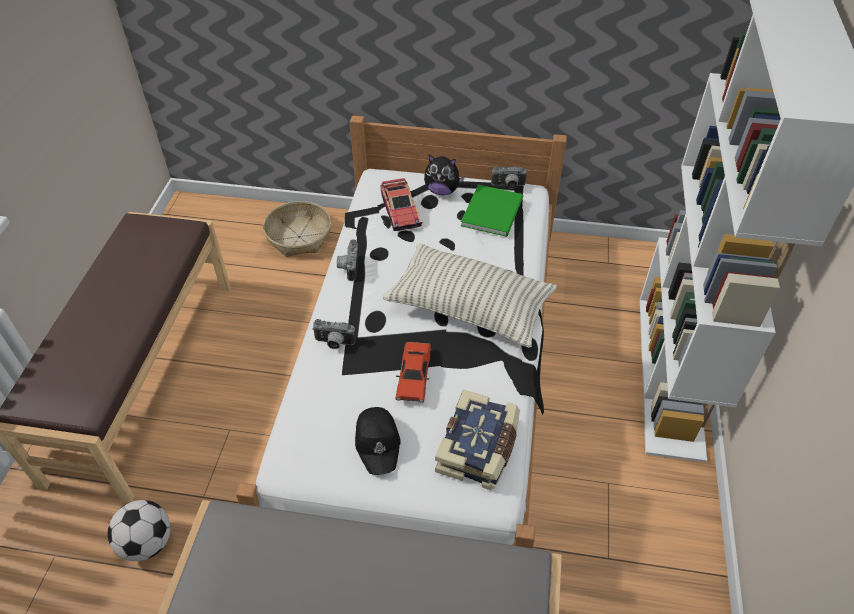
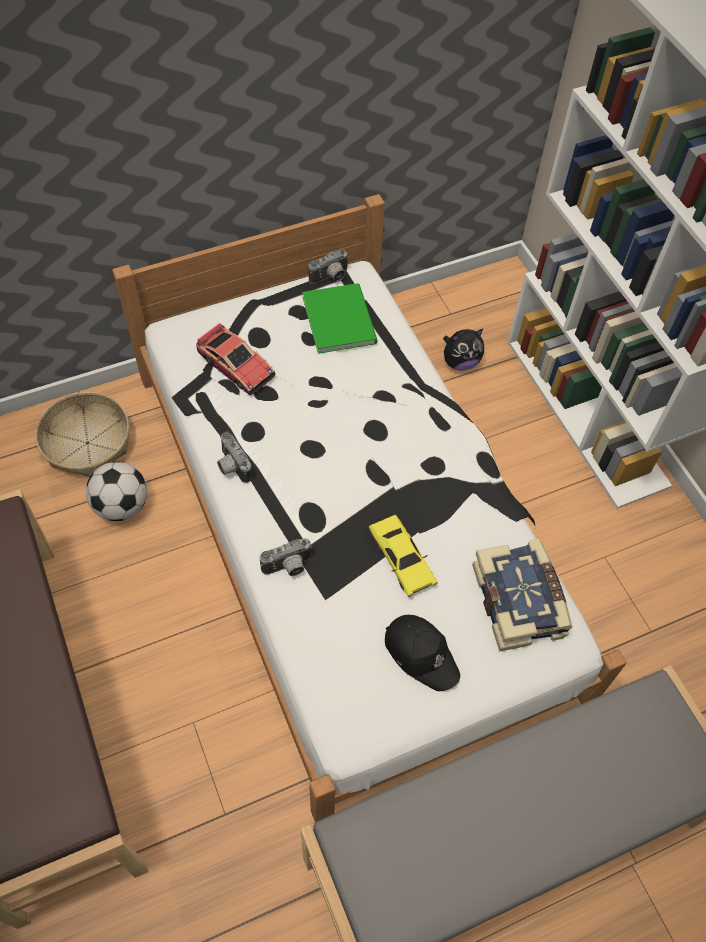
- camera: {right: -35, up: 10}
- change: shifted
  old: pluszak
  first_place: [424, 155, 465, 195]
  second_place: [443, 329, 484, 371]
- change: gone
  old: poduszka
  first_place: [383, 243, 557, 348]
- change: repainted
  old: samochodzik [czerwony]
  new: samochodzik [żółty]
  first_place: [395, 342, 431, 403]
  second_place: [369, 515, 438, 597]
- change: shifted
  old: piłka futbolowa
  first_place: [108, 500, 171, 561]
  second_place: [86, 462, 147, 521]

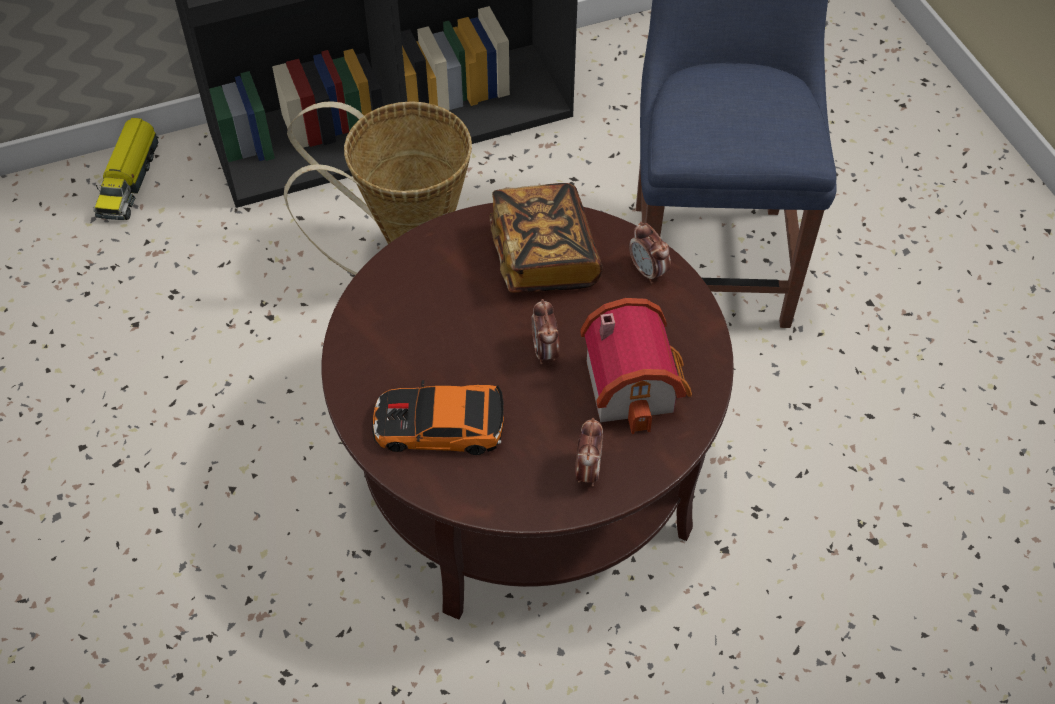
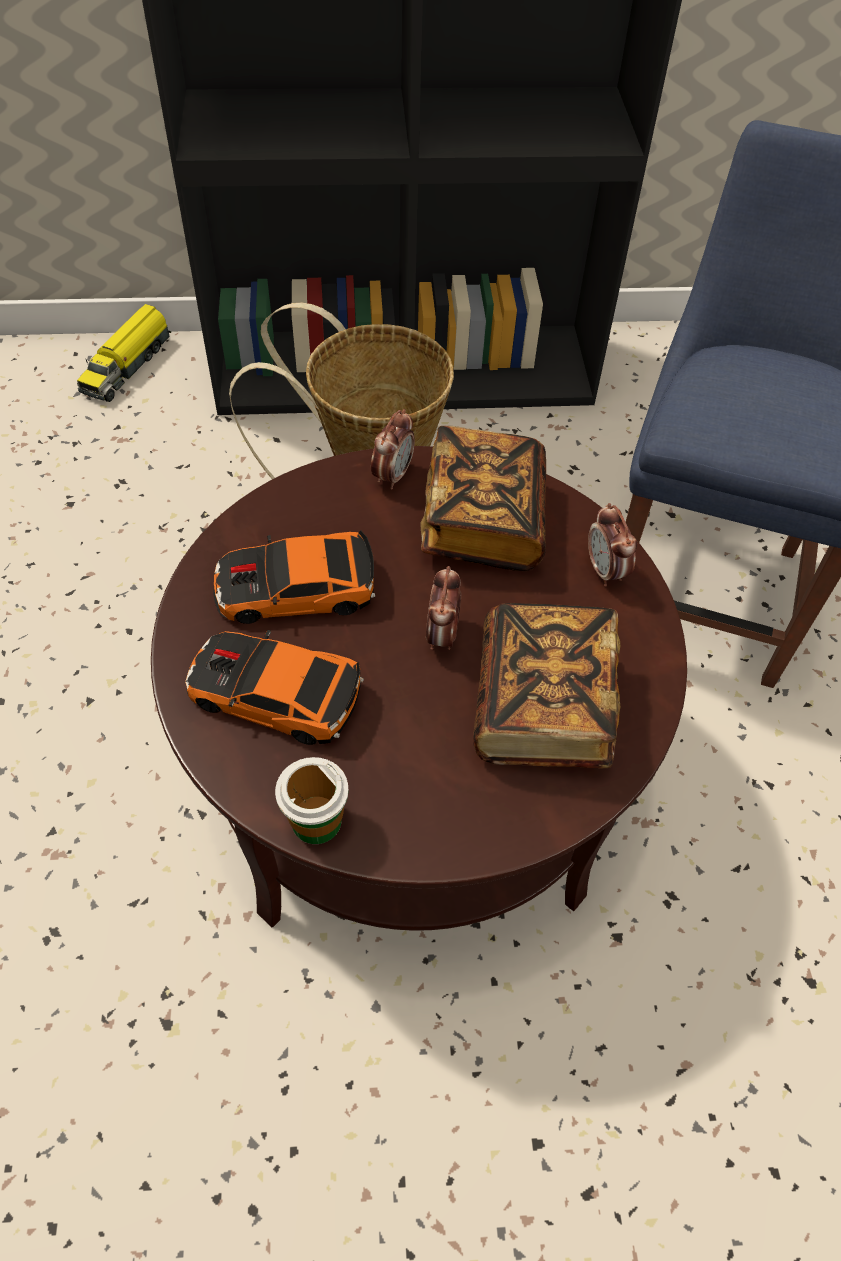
- camera: {right: 15, up: 0}
- change: swapped
  old: domek
  new: książka
  first_place: [580, 298, 692, 434]
  second_place: [473, 603, 620, 768]
- change: shifted
  old: budzik
  first_place: [575, 418, 603, 486]
  second_place: [371, 409, 415, 490]
- change: new
  new: samochodzik
  second_place: [213, 530, 375, 624]
- change: new
  new: filiżanka
  second_place: [275, 757, 349, 844]

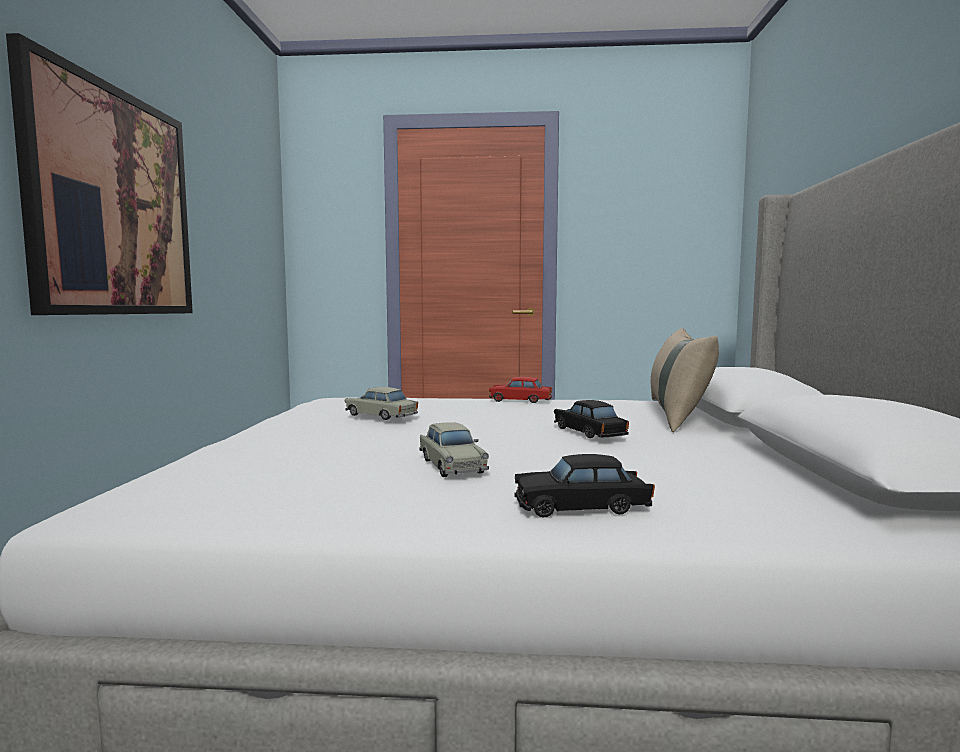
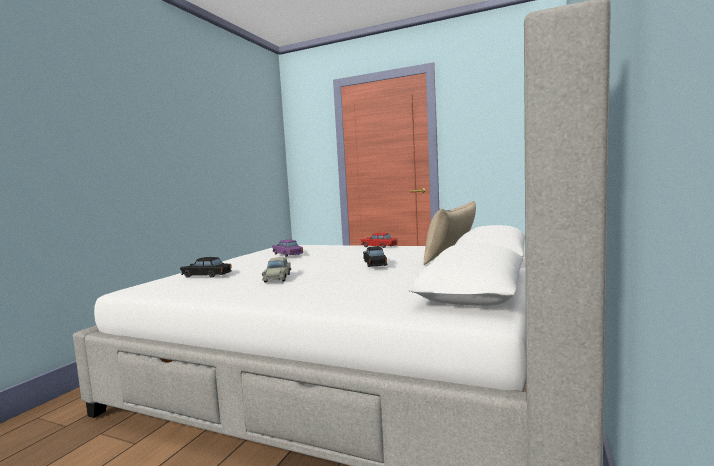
- camera: {right: 20, up: 0}
- change: gone
  old: obraz
  first_place: [6, 33, 193, 315]
- change: repainted
  old: samochodzik [beżowy]
  new: samochodzik [fioletowy]
  first_place: [345, 387, 418, 420]
  second_place: [272, 239, 303, 257]
- change: shifted
  old: samochodzik [czarny]
  first_place: [515, 454, 655, 517]
  second_place: [180, 257, 231, 278]

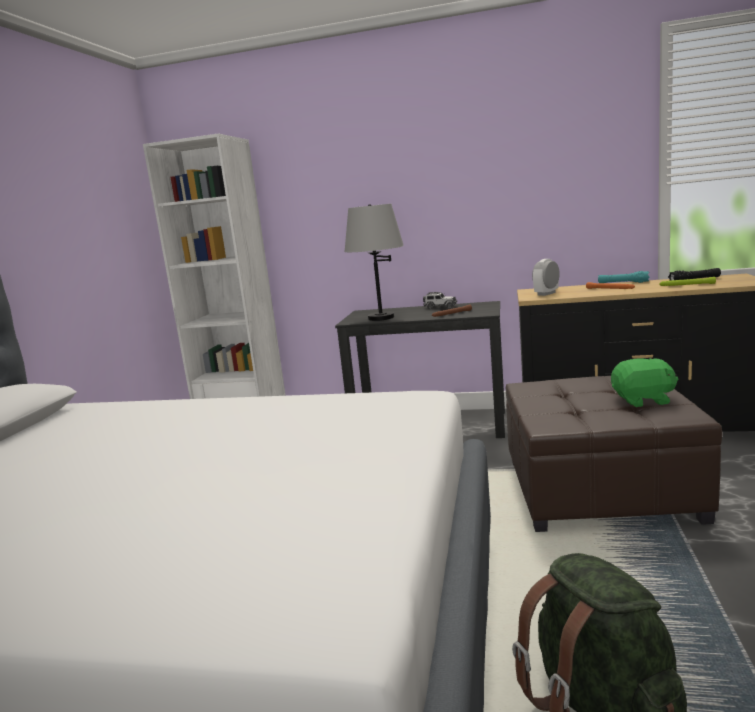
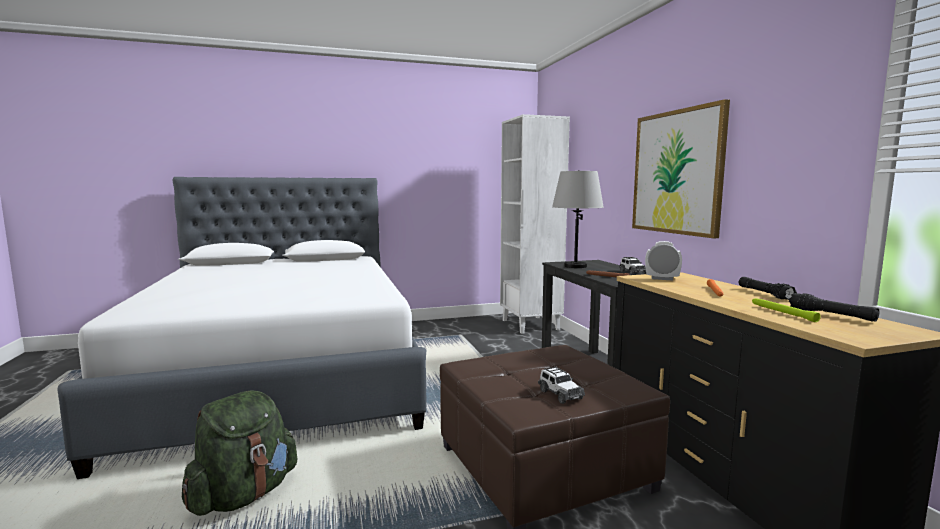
- camera: {right: 60, up: -5}
- change: repainted
  old: latarka [turkusowy]
  new: latarka [czarny]
  first_place: [598, 271, 649, 283]
  second_place: [739, 277, 797, 300]
- change: swapped
  old: pluszak [zielony]
  new: samochodzik
  first_place: [611, 358, 678, 407]
  second_place: [538, 366, 585, 404]
- change: new
  new: obraz
  second_place: [632, 99, 730, 238]

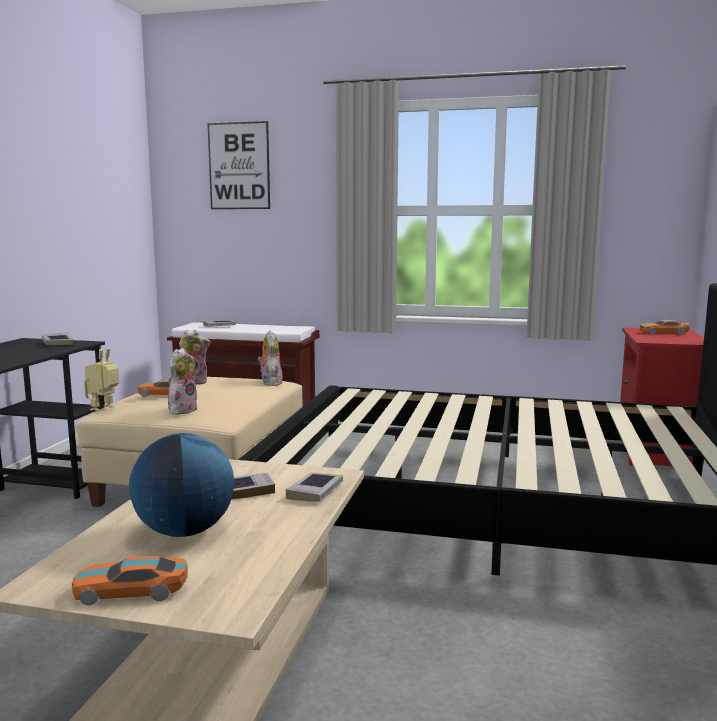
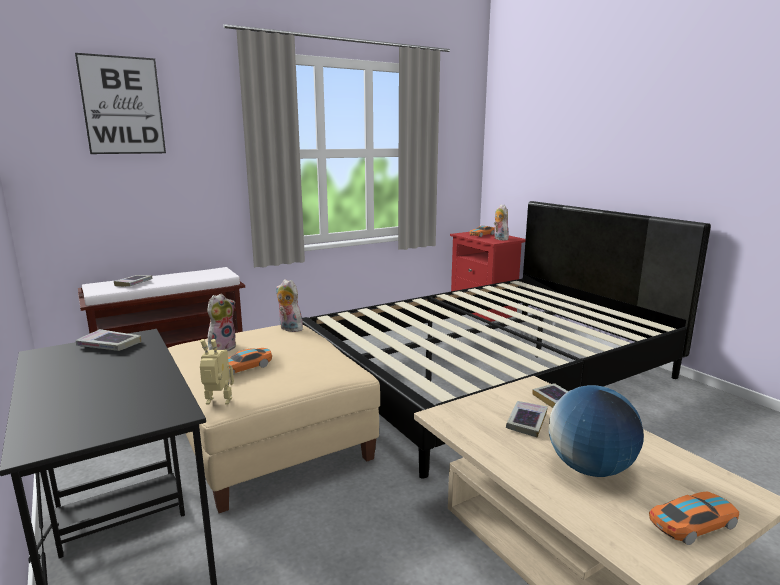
- camera: {right: -45, up: 5}
- change: rotated
  old: robot zabawkowy
  first_place: [84, 348, 119, 411]
  second_place: [200, 339, 234, 404]
  degrees: 105
- change: shifted
  old: pluszak
  first_place: [168, 348, 198, 415]
  second_place: [494, 204, 510, 240]
- change: rotated
  old: samochodzik
  first_place: [72, 556, 188, 606]
  second_place: [649, 492, 739, 545]
  degrees: -150

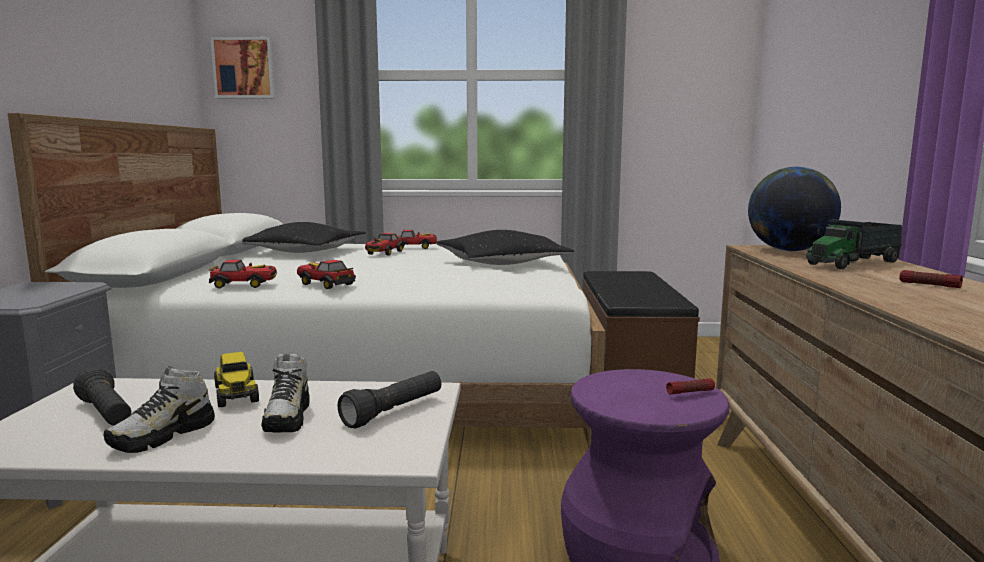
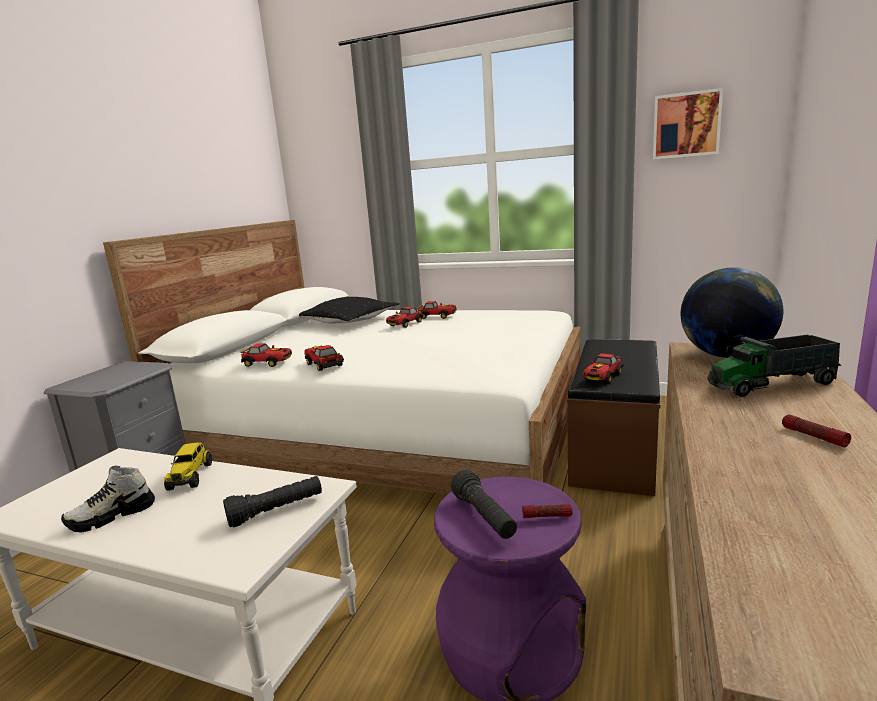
- camera: {right: 20, up: 5}
- change: shifted
  old: obraz
  first_place: [210, 37, 276, 98]
  second_place: [653, 88, 723, 160]
- change: gone
  old: poduszka [czarny]
  first_place: [437, 230, 574, 265]
- change: gone
  old: but
  first_place: [261, 354, 310, 433]
- change: shifted
  old: latarka [czarny]
  first_place: [73, 367, 131, 425]
  second_place: [451, 470, 517, 539]
- change: new
  new: samochodzik
  second_place: [583, 353, 624, 383]

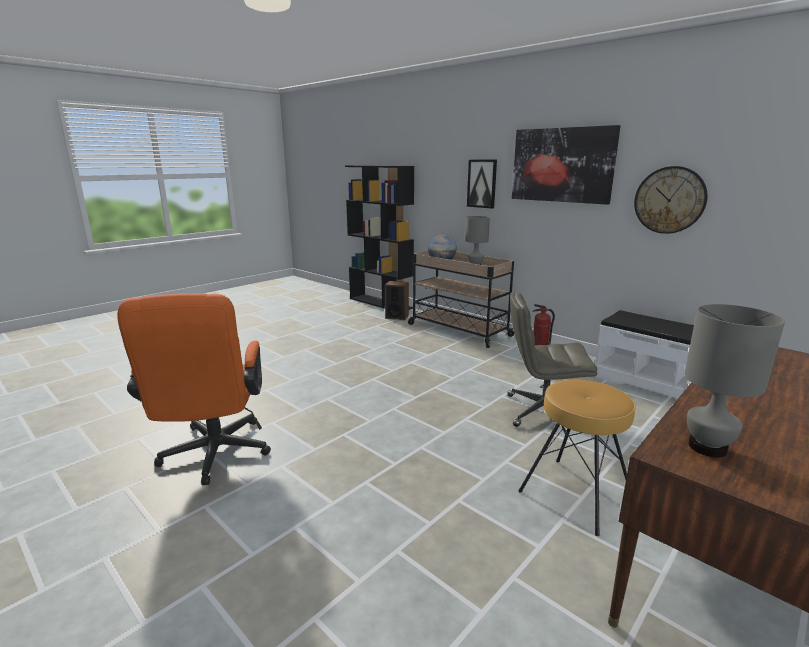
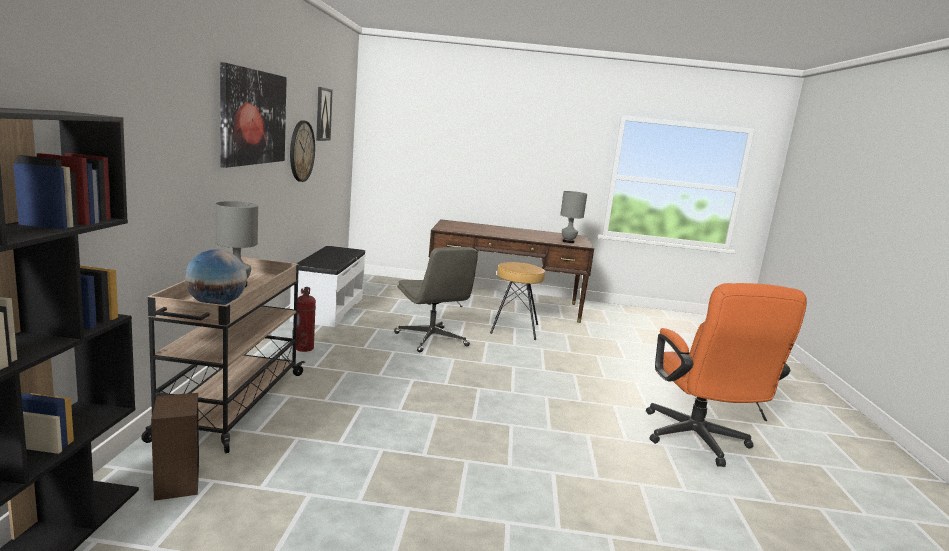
- camera: {right: -130, up: -5}
- change: shifted
  old: obraz
  first_place: [467, 160, 497, 209]
  second_place: [316, 87, 333, 141]
- change: rotated
  old: krzesło biurowe [pomarańczowy]
  first_place: [117, 293, 271, 485]
  second_place: [646, 283, 807, 467]
  degrees: 135

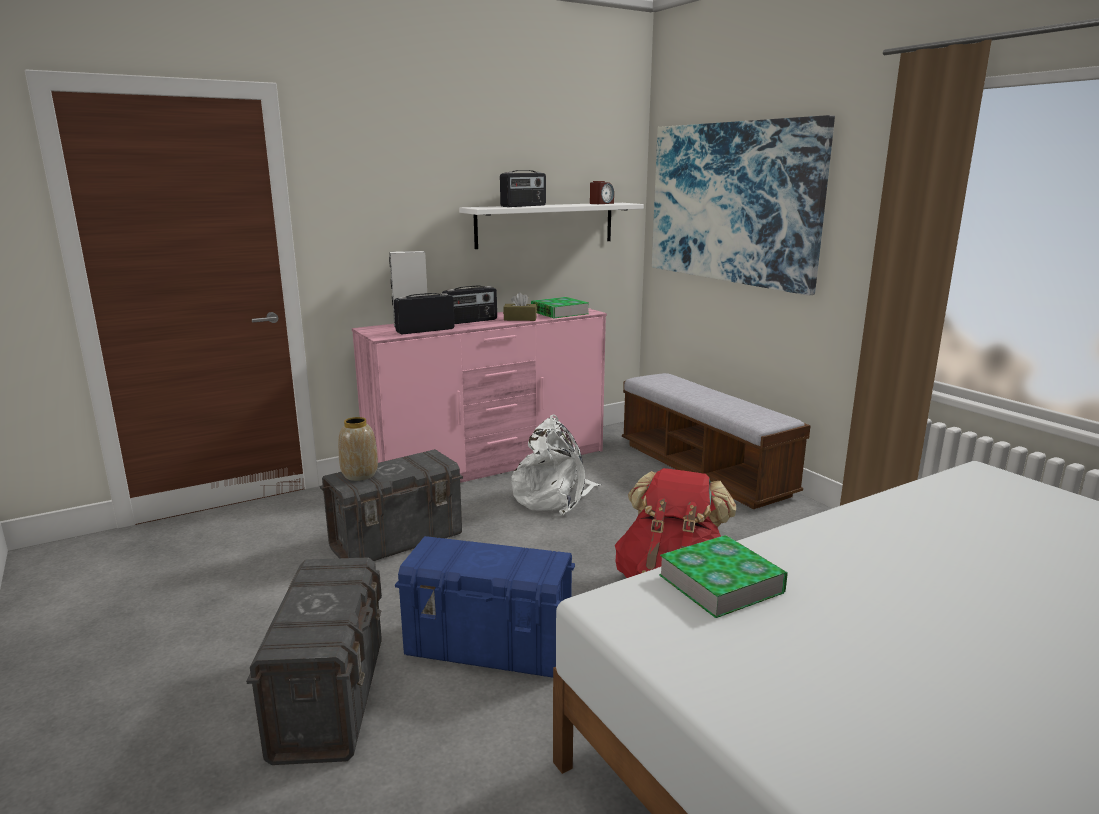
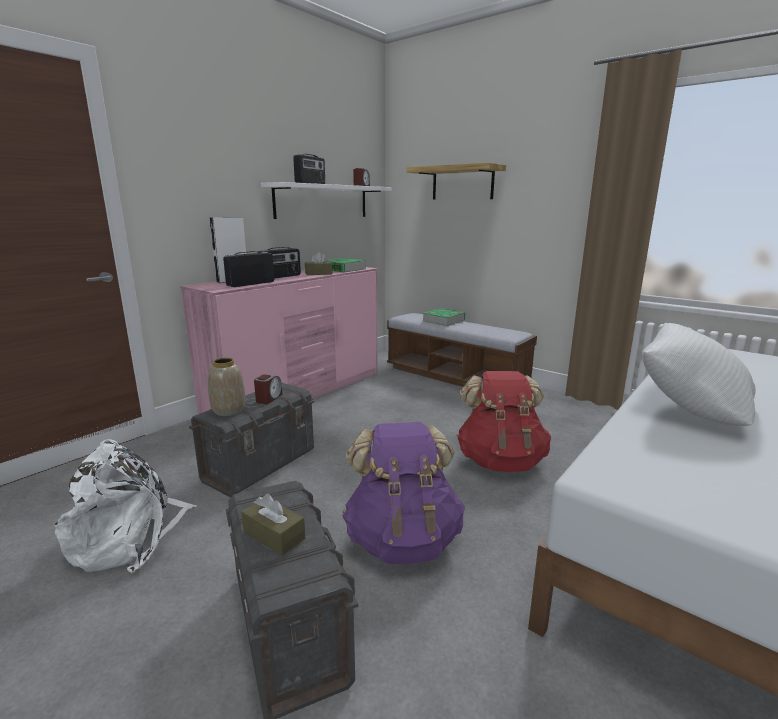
- camera: {right: -20, up: 0}
- change: swapped
  old: obraz
  new: półka
  first_place: [652, 115, 835, 296]
  second_place: [406, 163, 506, 200]
- change: shifted
  old: plecak [biały]
  first_place: [511, 414, 601, 515]
  second_place: [55, 439, 197, 573]
- change: shifted
  old: książka
  first_place: [659, 535, 788, 618]
  second_place: [423, 308, 465, 326]
- change: swapped
  old: pojemnik do przechowywania [niebieski]
  new: plecak [fioletowy]
  first_place: [395, 536, 575, 678]
  second_place: [342, 422, 465, 564]
- change: new
  new: poduszka [biały]
  second_place: [642, 323, 756, 426]
- change: new
  new: budzik
  second_place: [254, 374, 282, 404]
- change: new
  new: pudełko chusteczek [brązowy]
  second_place: [241, 494, 305, 556]

